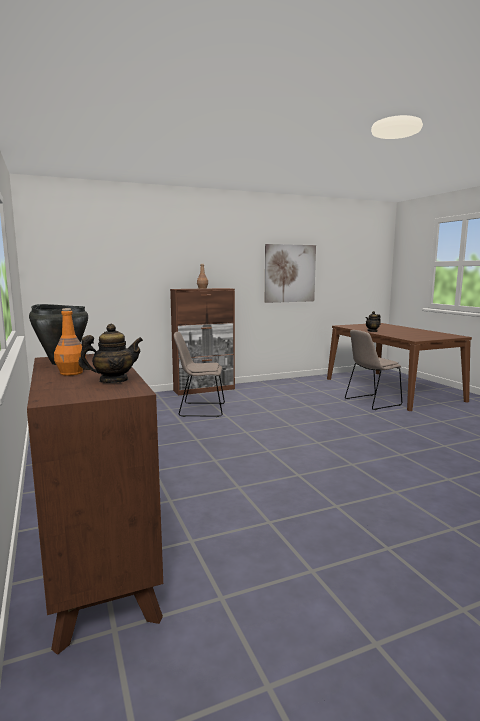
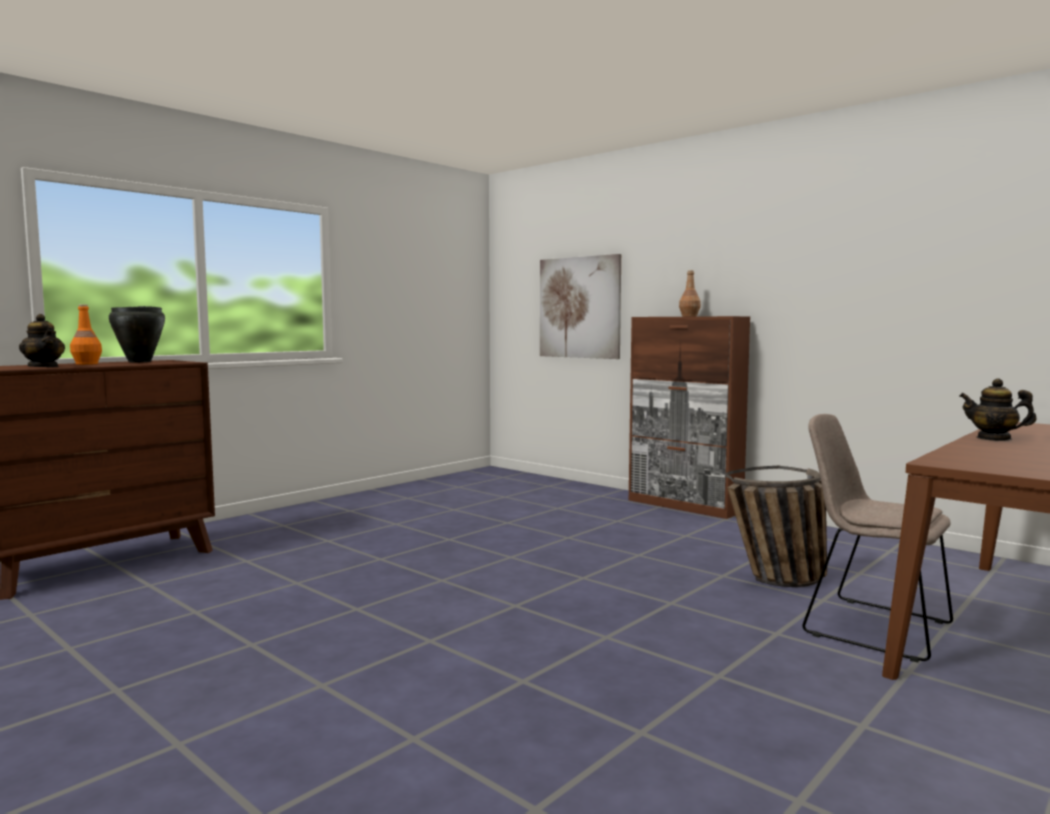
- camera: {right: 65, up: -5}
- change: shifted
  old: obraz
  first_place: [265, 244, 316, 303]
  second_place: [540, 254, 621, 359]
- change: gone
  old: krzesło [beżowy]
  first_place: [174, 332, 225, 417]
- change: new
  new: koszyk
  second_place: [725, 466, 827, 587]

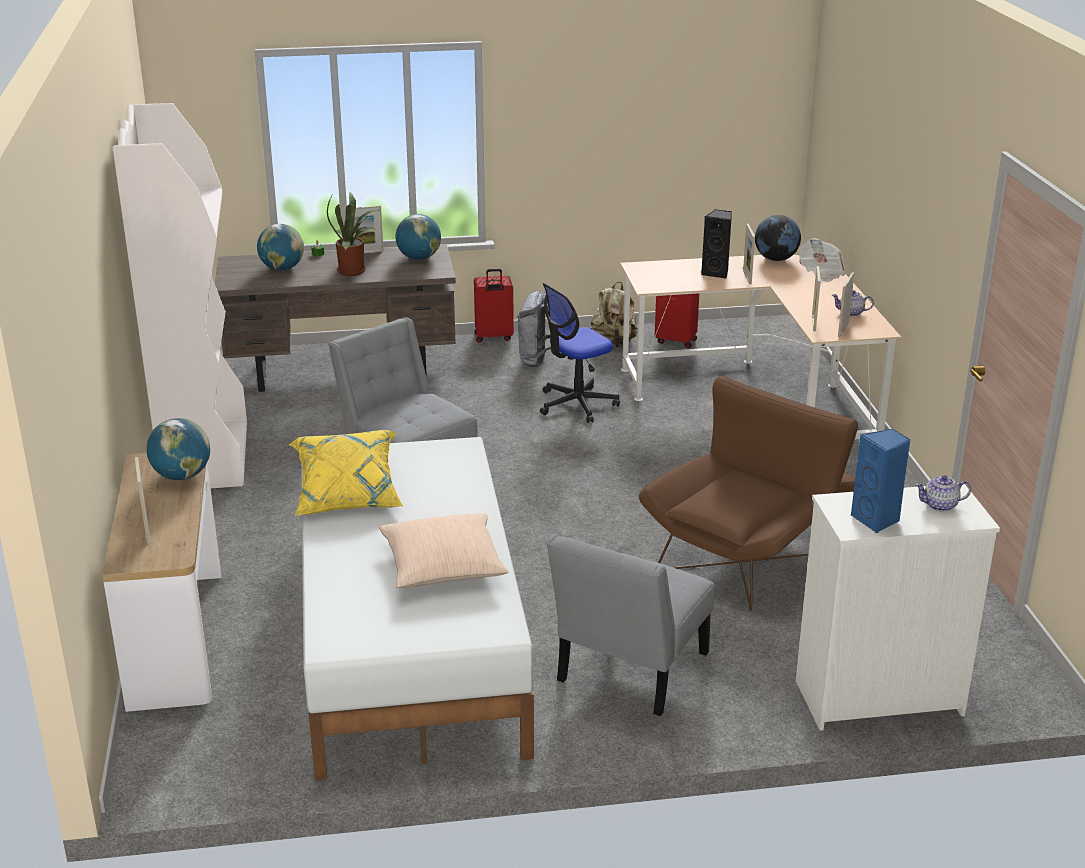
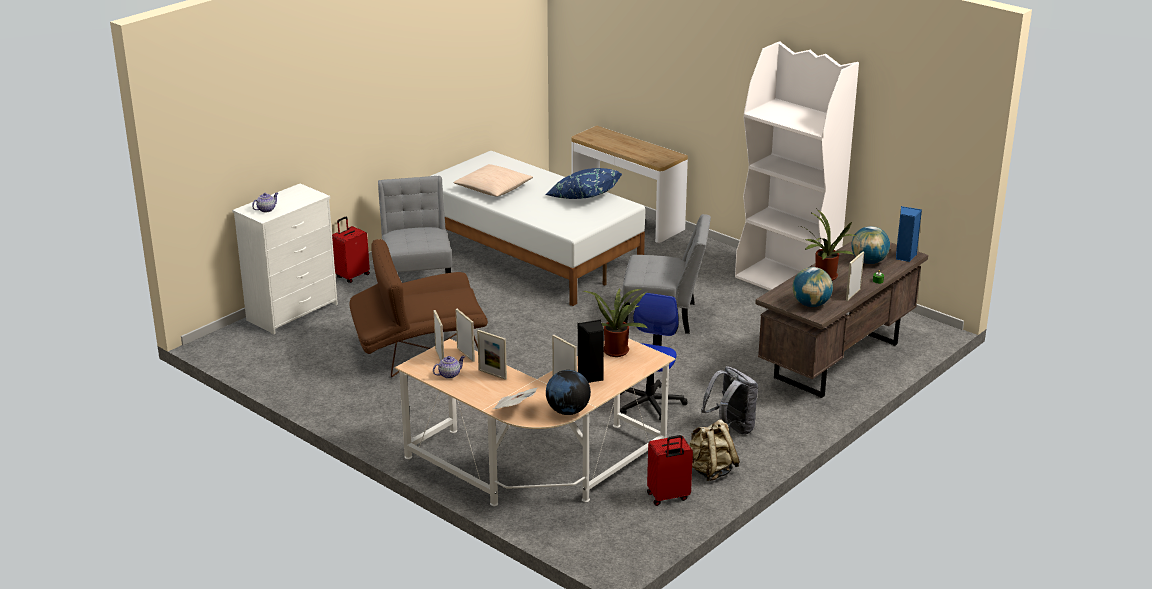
- camera: {right: 140, up: 0}
- change: shifted
  old: walizka [czerwony]
  first_place: [474, 269, 514, 343]
  second_place: [332, 217, 370, 283]
- change: rotated
  old: fotel [brązowy]
  first_place: [639, 376, 858, 611]
  second_place: [350, 239, 488, 377]
  degrees: 75
- change: gone
  old: globus
  first_place: [147, 418, 210, 480]
- change: shifted
  old: głośnik [niebieski]
  first_place: [851, 429, 911, 533]
  second_place: [896, 206, 922, 262]
- change: repainted
  old: poduszka [żółty]
  new: poduszka [niebieski]
  first_place: [288, 430, 403, 516]
  second_place: [545, 168, 622, 199]
- change: shifted
  old: ramka na zdjęcie
  first_place: [135, 457, 150, 543]
  second_place: [477, 330, 507, 380]
- change: new
  new: roślina doniczkowa
  second_place: [584, 288, 648, 357]

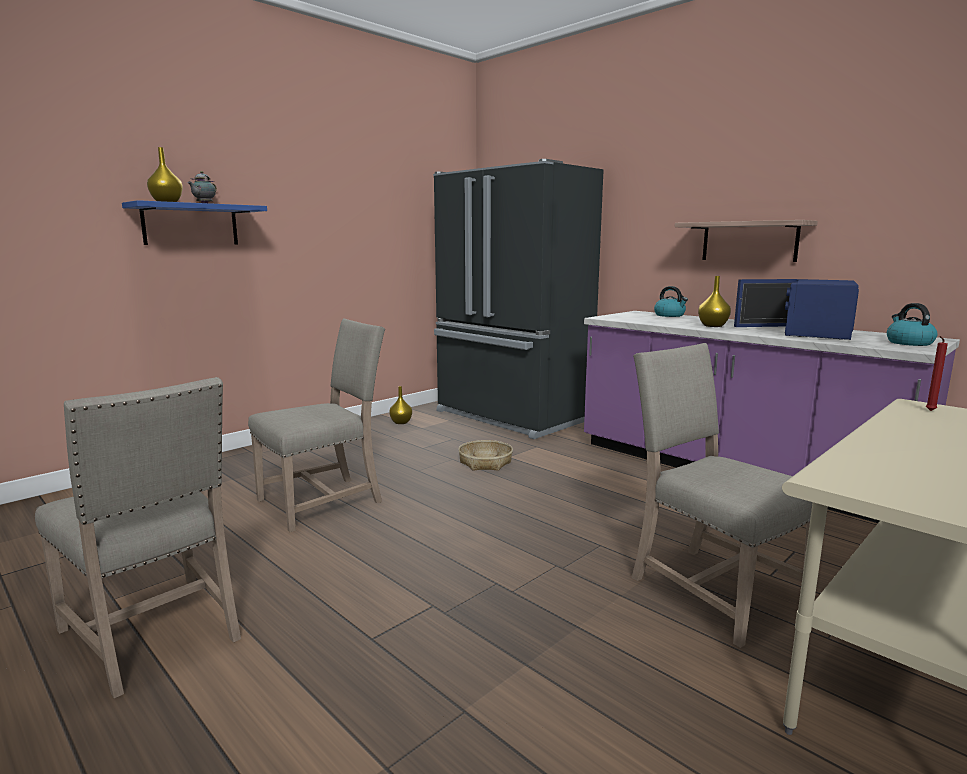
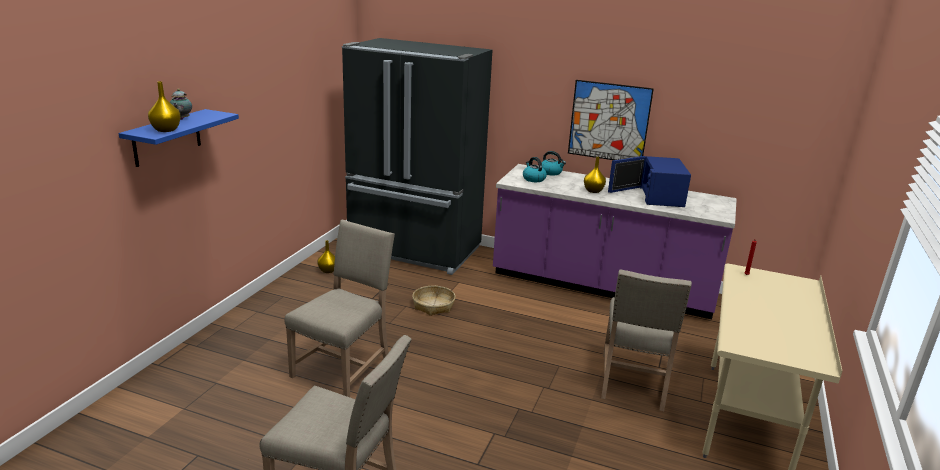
- camera: {right: -25, up: 10}
- change: swapped
  old: półka
  new: obraz
  first_place: [675, 220, 818, 262]
  second_place: [568, 80, 654, 160]
- change: shifted
  old: czajnik
  first_place: [887, 303, 938, 346]
  second_place: [523, 157, 547, 182]
- change: rotated
  old: krzesło [beżowy]
  first_place: [631, 343, 813, 648]
  second_place: [601, 269, 692, 411]
  degrees: -105

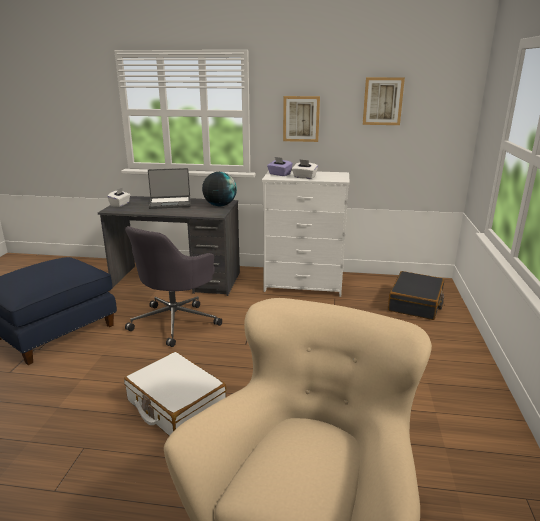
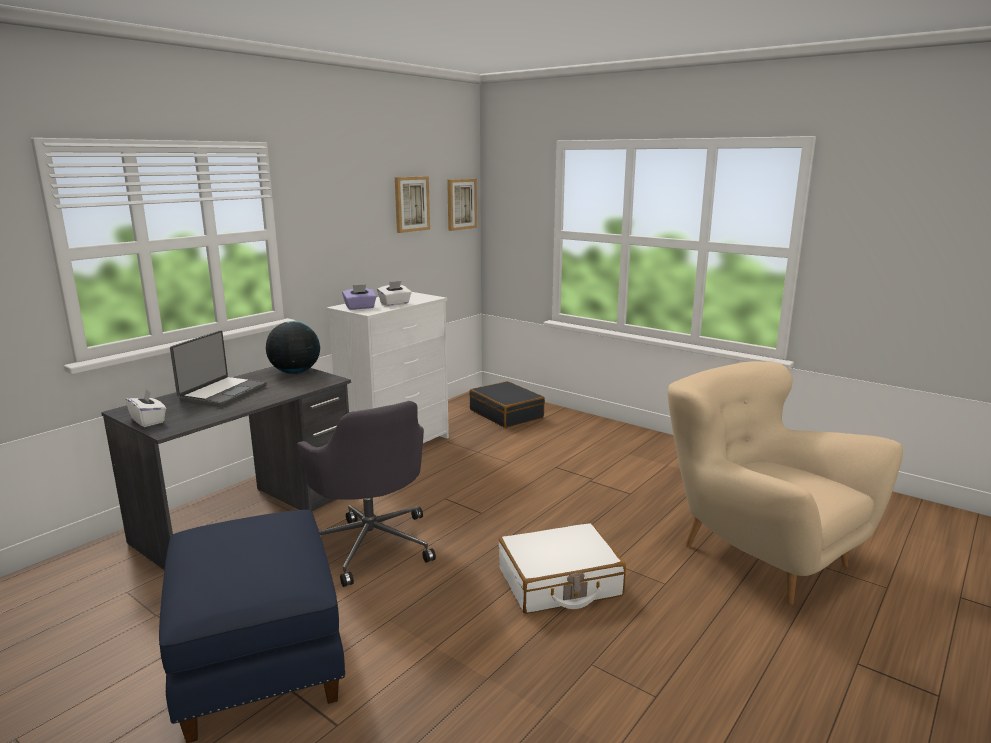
- camera: {right: -60, up: -5}
- change: shifted
  old: obraz
  first_place: [283, 96, 320, 142]
  second_place: [447, 179, 477, 231]

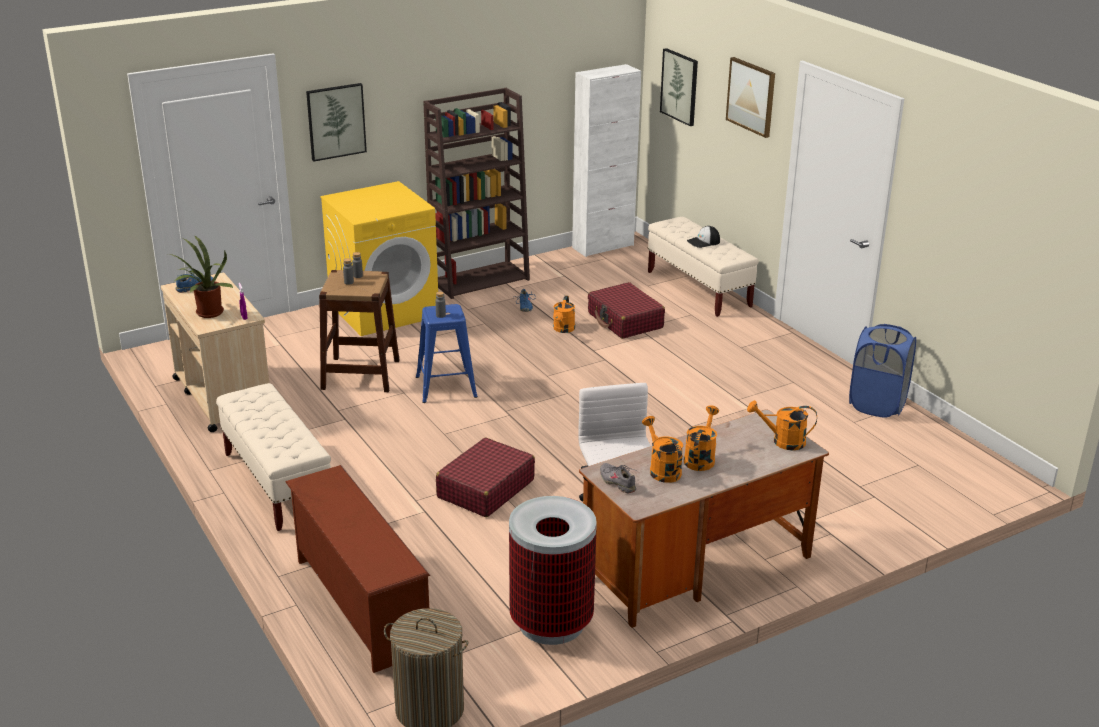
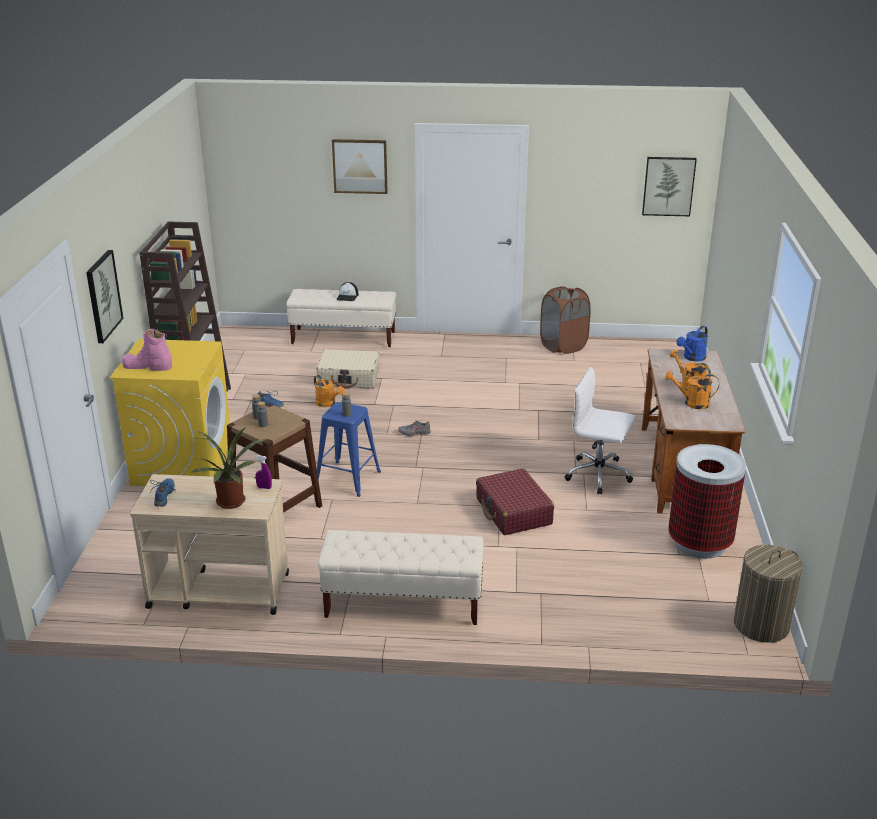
- camera: {right: -55, up: 0}
- change: shifted
  old: obraz
  first_place: [660, 48, 698, 126]
  second_place: [642, 157, 697, 216]
- change: gone
  old: szafka [biały]
  first_place: [572, 64, 641, 257]
- change: repainted
  old: walizka [czerwony]
  new: walizka [beżowy]
  first_place: [588, 282, 665, 339]
  second_place: [316, 349, 380, 389]
- change: repainted
  old: kosz na pranie [niebieski]
  new: kosz na pranie [brązowy]
  first_place: [849, 324, 916, 418]
  second_place: [540, 286, 591, 354]
- change: repainted
  old: konewka [pomarańczowy]
  new: konewka [niebieski]
  first_place: [747, 401, 817, 450]
  second_place: [676, 326, 708, 361]
- change: shifted
  old: but [szary]
  first_place: [600, 463, 636, 493]
  second_place: [398, 420, 431, 436]
- change: gone
  old: regał na buty [brązowy]
  first_place: [286, 465, 430, 673]
- change: new
  new: but z cholewką [różowy]
  second_place: [122, 328, 172, 371]

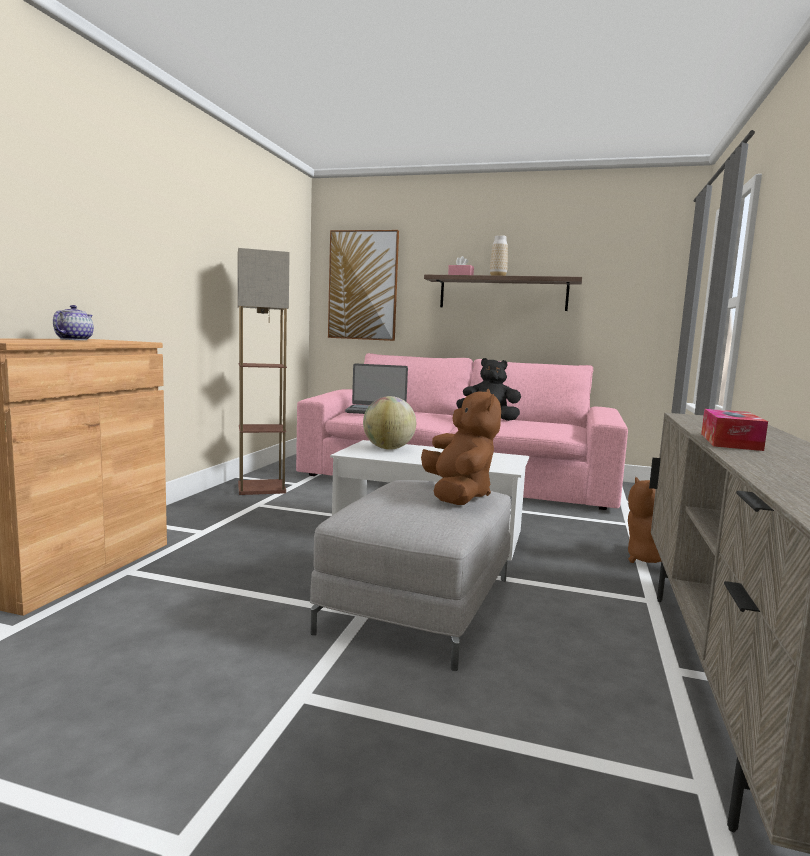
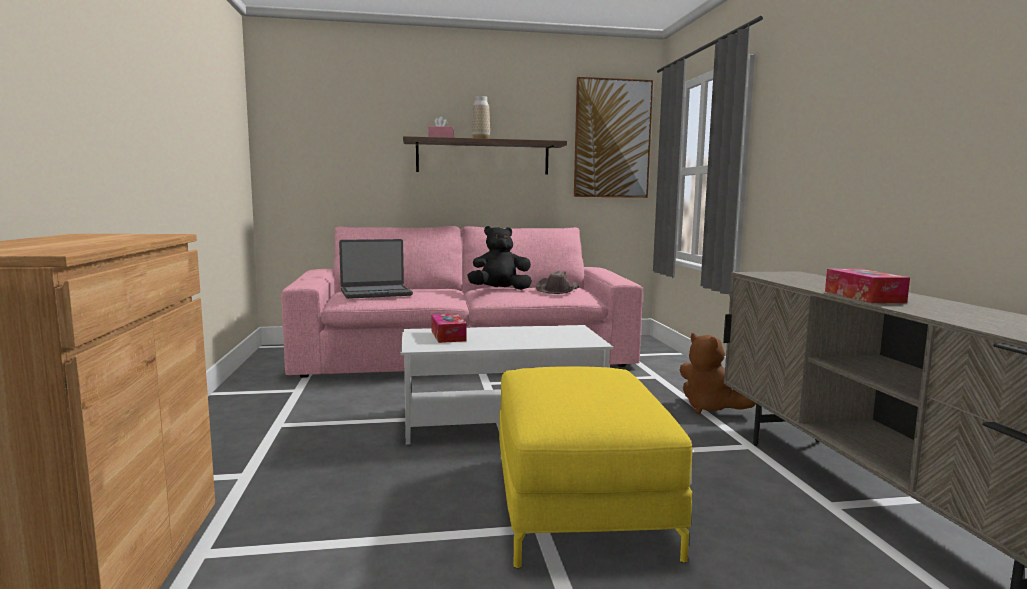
- camera: {right: -25, up: 0}
- change: shifted
  old: obraz
  first_place: [328, 230, 399, 341]
  second_place: [574, 77, 653, 198]
- change: gone
  old: lampa stojąca
  first_place: [237, 248, 290, 495]
- change: gone
  old: imbryk
  first_place: [53, 305, 94, 340]
- change: gone
  old: pluszak [brązowy]
  first_place: [421, 389, 501, 505]
- change: swapped
  old: globus
  new: pudełko chusteczek
  first_place: [363, 396, 416, 450]
  second_place: [431, 314, 466, 343]
- change: repainted
  old: pufa [szary]
  new: pufa [żółty]
  first_place: [310, 480, 511, 671]
  second_place: [499, 366, 693, 568]
- change: new
  new: kapelusz [brązowy]
  second_place: [536, 270, 579, 294]

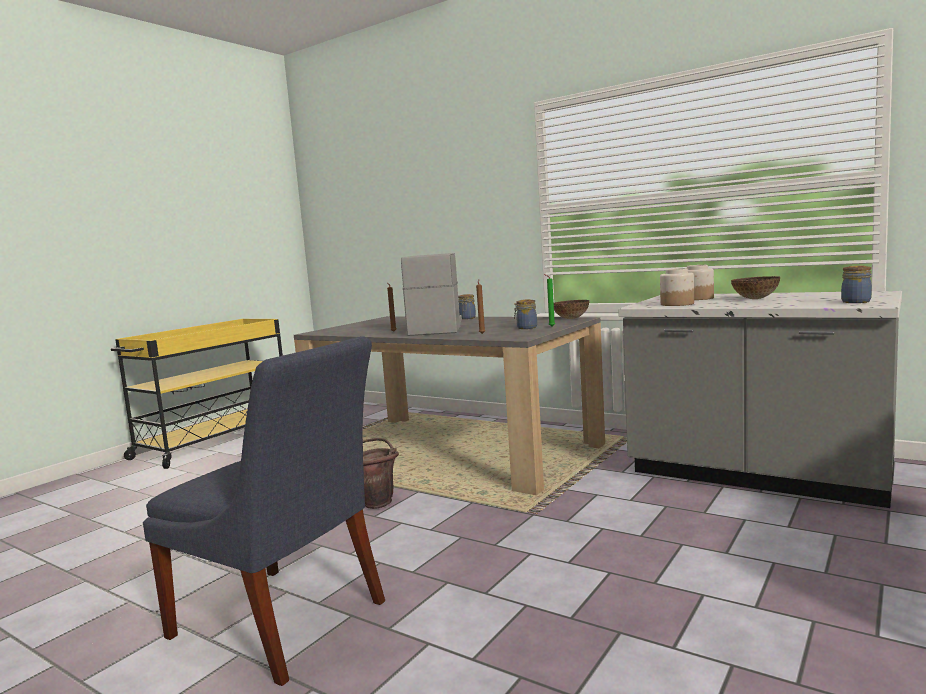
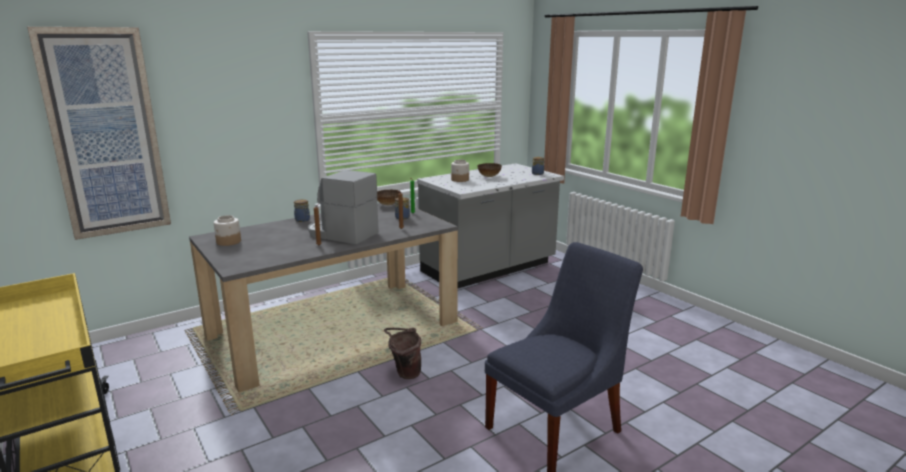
- camera: {right: -70, up: 10}
- change: shifted
  old: słoik
  first_place: [660, 268, 694, 306]
  second_place: [214, 215, 241, 246]
- change: new
  new: obraz
  second_place: [27, 27, 171, 240]

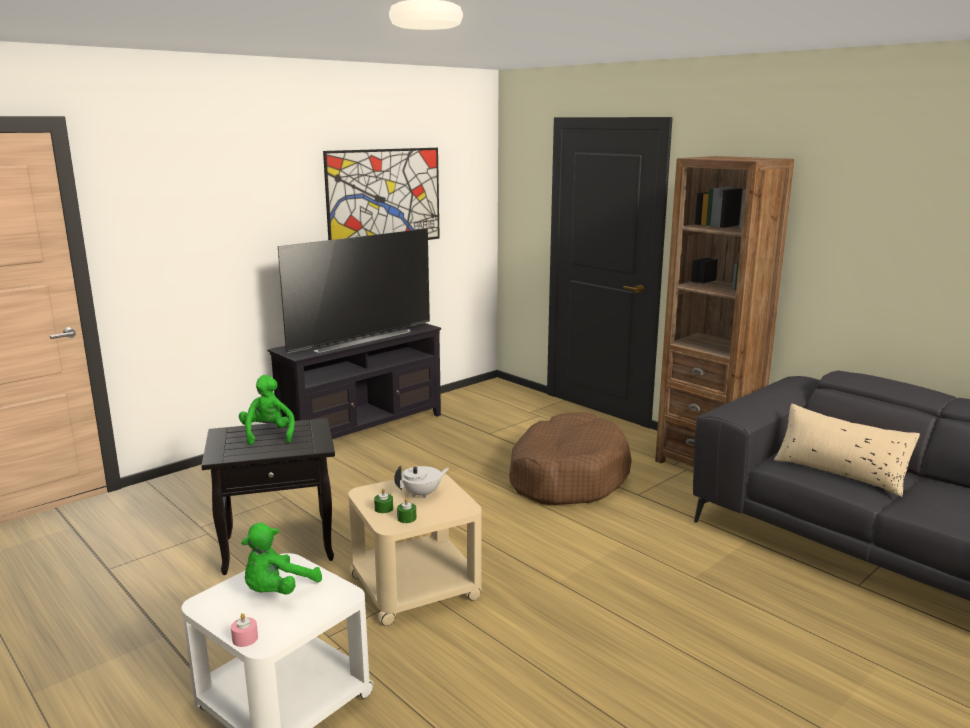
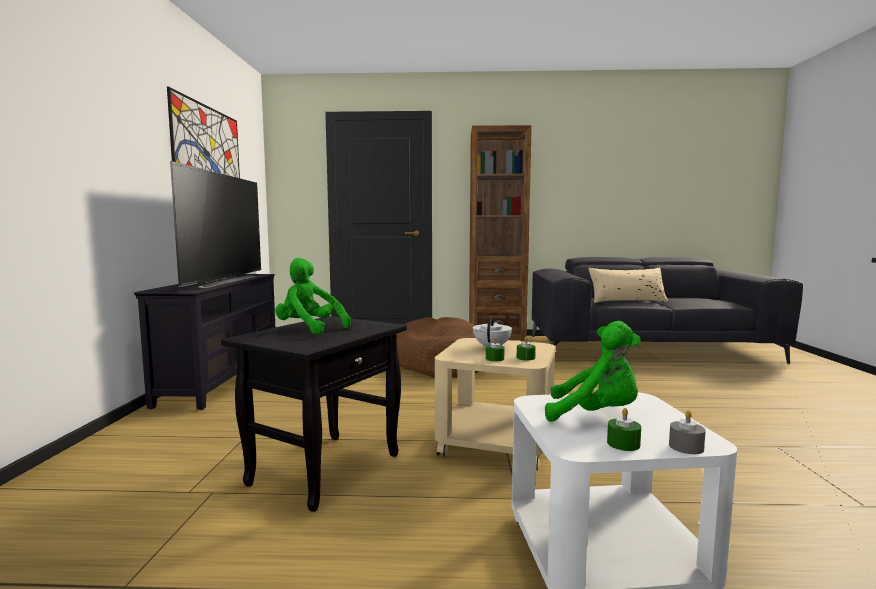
- camera: {right: -45, up: -10}
- change: rotated
  old: pluszak [zielony]
  first_place: [241, 522, 322, 595]
  second_place: [545, 321, 641, 422]
  degrees: -60
- change: repainted
  old: świeca [różowy]
  new: świeca [szary]
  first_place: [231, 613, 258, 647]
  second_place: [669, 411, 706, 454]
- change: new
  new: świeca [zielony]
  second_place: [607, 408, 641, 451]

